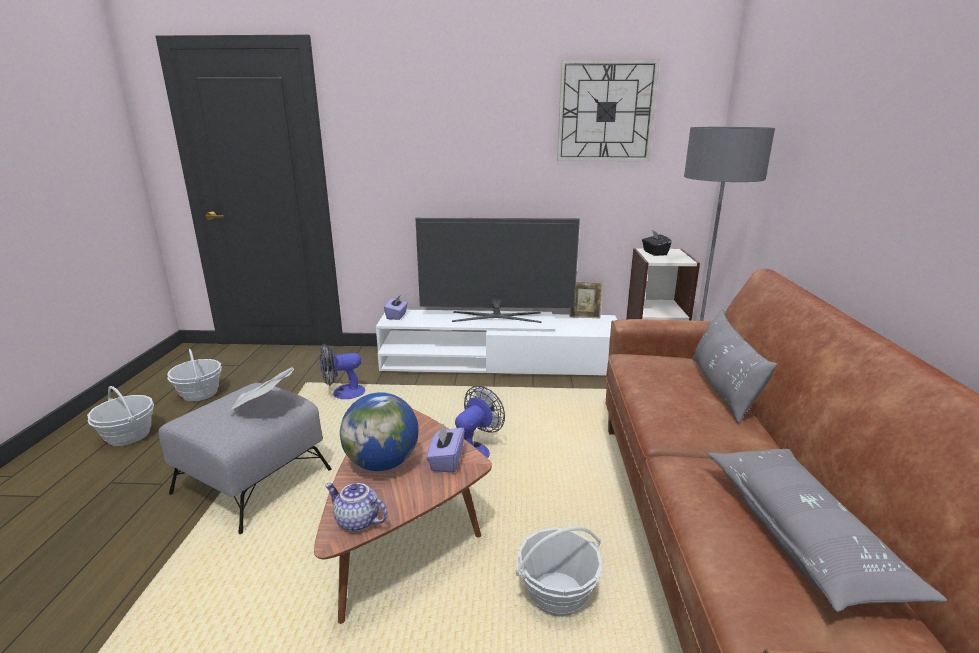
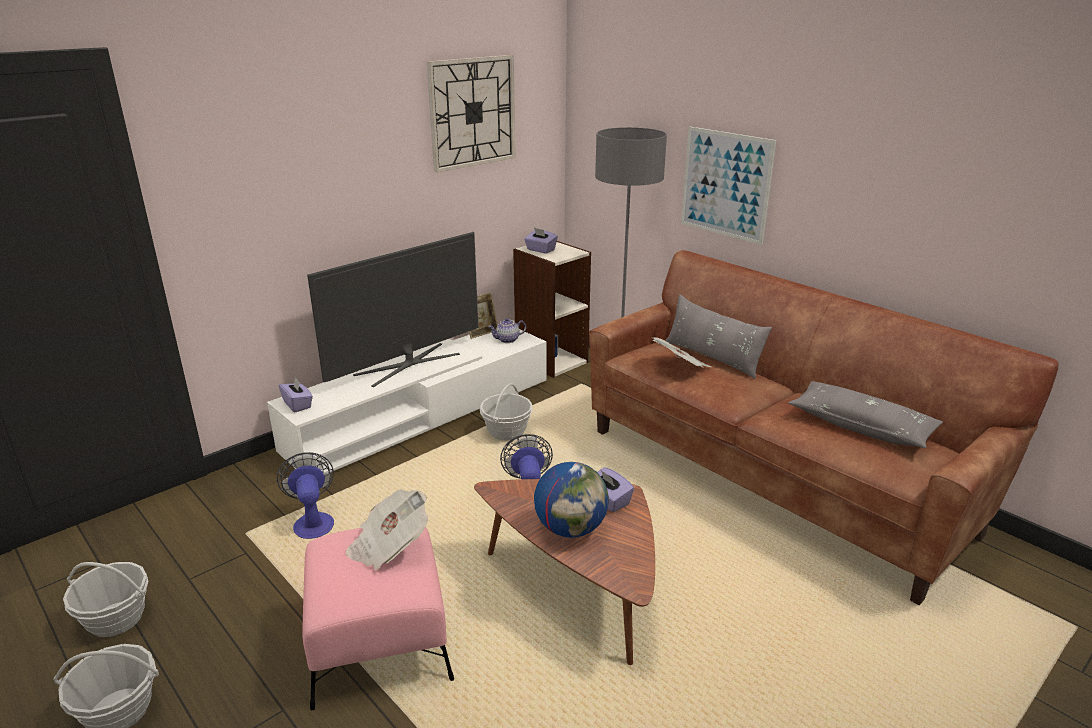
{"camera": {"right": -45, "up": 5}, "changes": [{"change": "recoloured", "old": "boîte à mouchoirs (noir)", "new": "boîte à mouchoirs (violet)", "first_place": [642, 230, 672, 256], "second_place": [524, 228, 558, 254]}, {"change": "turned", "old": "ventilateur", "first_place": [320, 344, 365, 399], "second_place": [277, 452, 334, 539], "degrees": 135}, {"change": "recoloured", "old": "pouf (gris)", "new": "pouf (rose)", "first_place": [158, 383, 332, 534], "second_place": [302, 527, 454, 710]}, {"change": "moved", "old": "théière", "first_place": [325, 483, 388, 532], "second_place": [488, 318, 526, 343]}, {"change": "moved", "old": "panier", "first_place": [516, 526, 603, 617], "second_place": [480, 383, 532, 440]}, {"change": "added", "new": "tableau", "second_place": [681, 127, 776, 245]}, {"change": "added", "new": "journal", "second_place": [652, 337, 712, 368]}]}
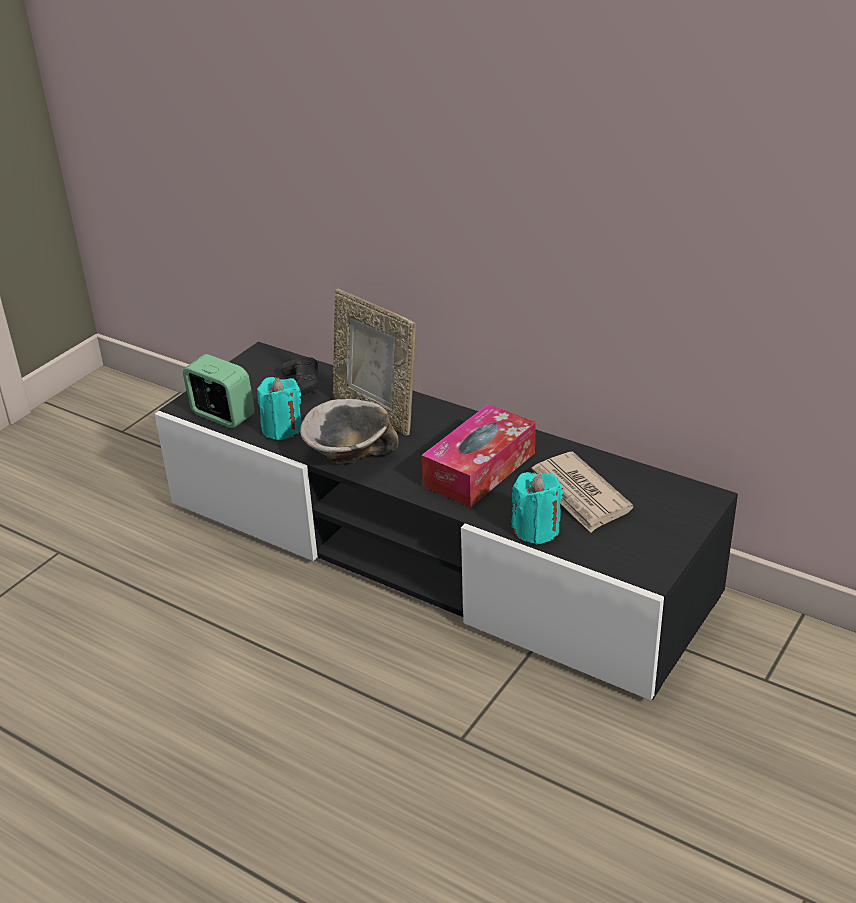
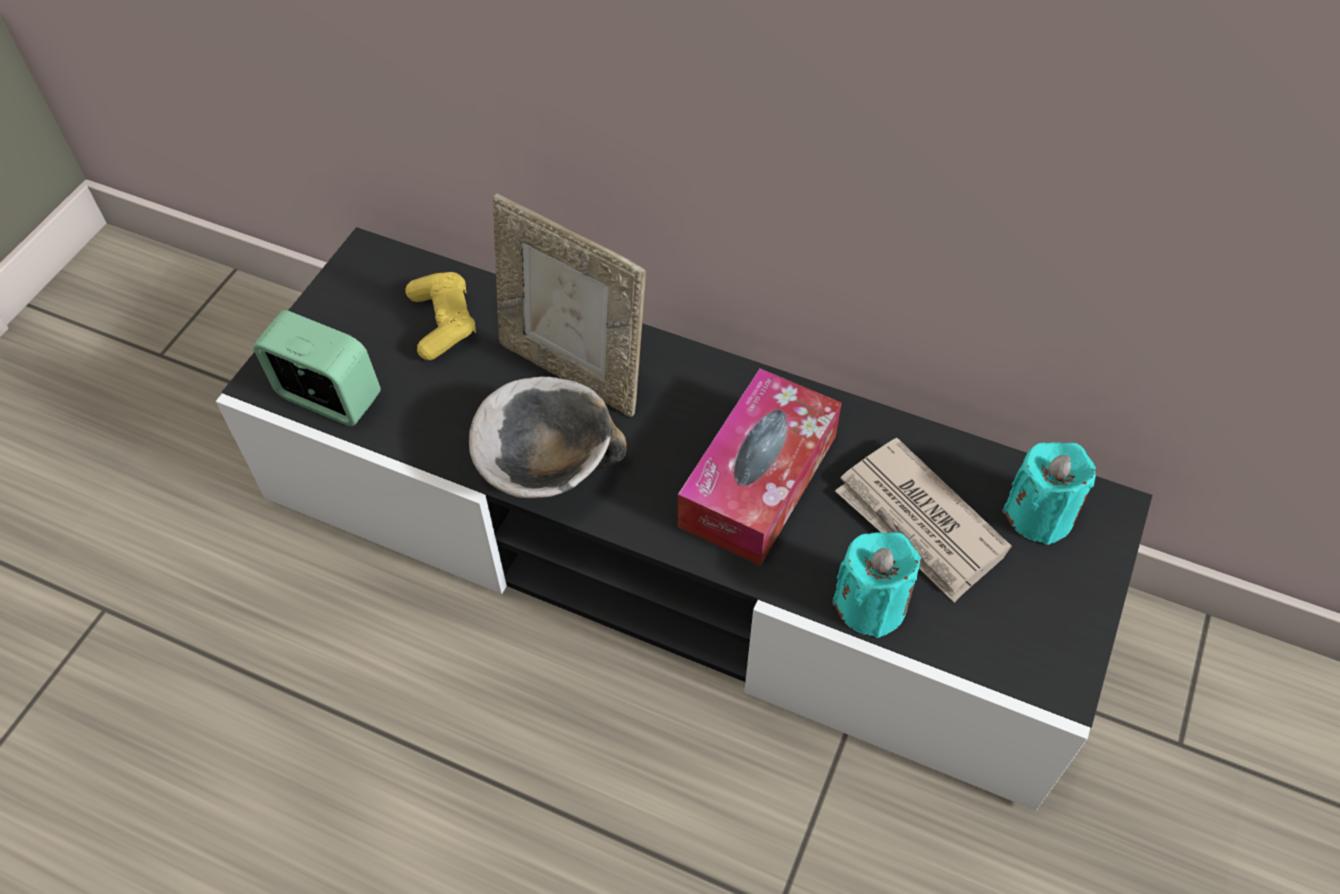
{"camera": {"right": -10, "up": 20}, "changes": [{"change": "recoloured", "old": "manette (noir)", "new": "manette (jaune)", "first_place": [281, 357, 319, 396], "second_place": [405, 272, 476, 360]}, {"change": "moved", "old": "bougie (turquoise)", "first_place": [257, 377, 302, 441], "second_place": [1002, 442, 1096, 545]}]}
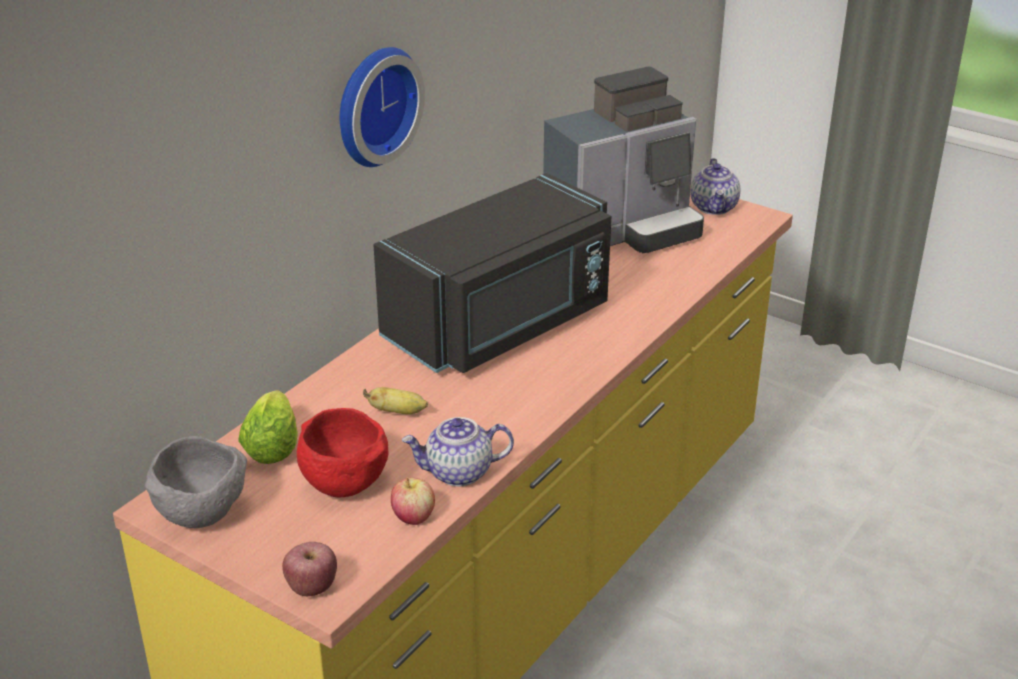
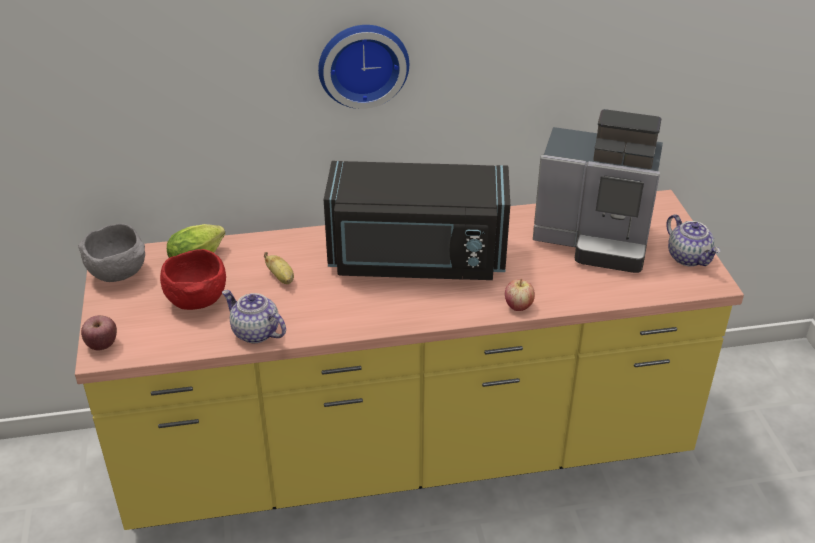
{"camera": {"right": 45, "up": 5}, "changes": [{"change": "turned", "old": "théière", "first_place": [690, 158, 740, 215], "second_place": [666, 214, 720, 267], "degrees": -75}, {"change": "moved", "old": "pomme", "first_place": [391, 477, 435, 525], "second_place": [505, 279, 535, 311]}]}
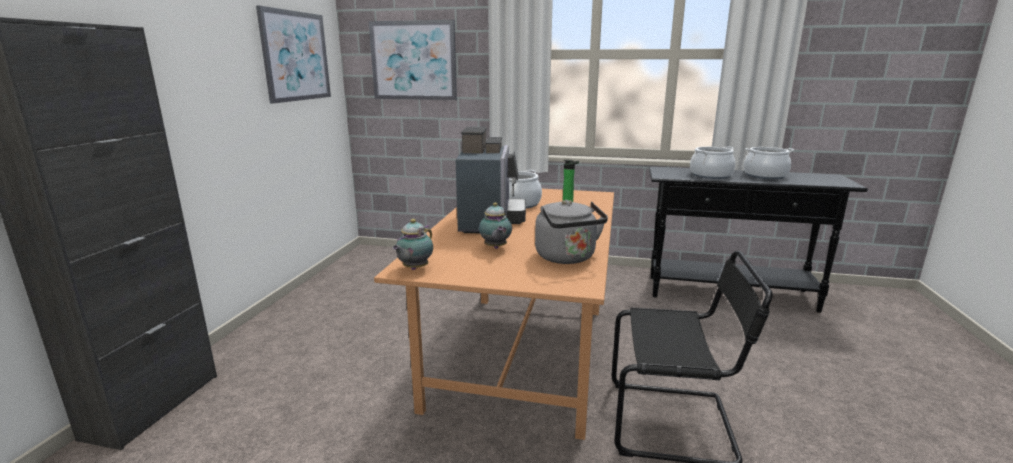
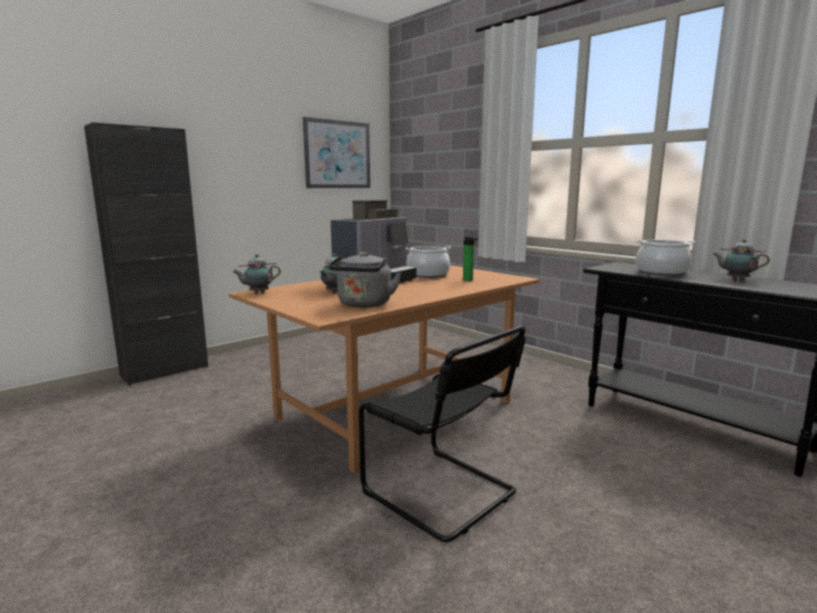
{"camera": {"right": 35, "up": -5}, "changes": [{"change": "removed", "old": "tableau", "first_place": [369, 20, 457, 100]}, {"change": "replaced", "old": "marmite", "new": "théière", "first_place": [743, 147, 794, 179], "second_place": [713, 239, 770, 280]}]}
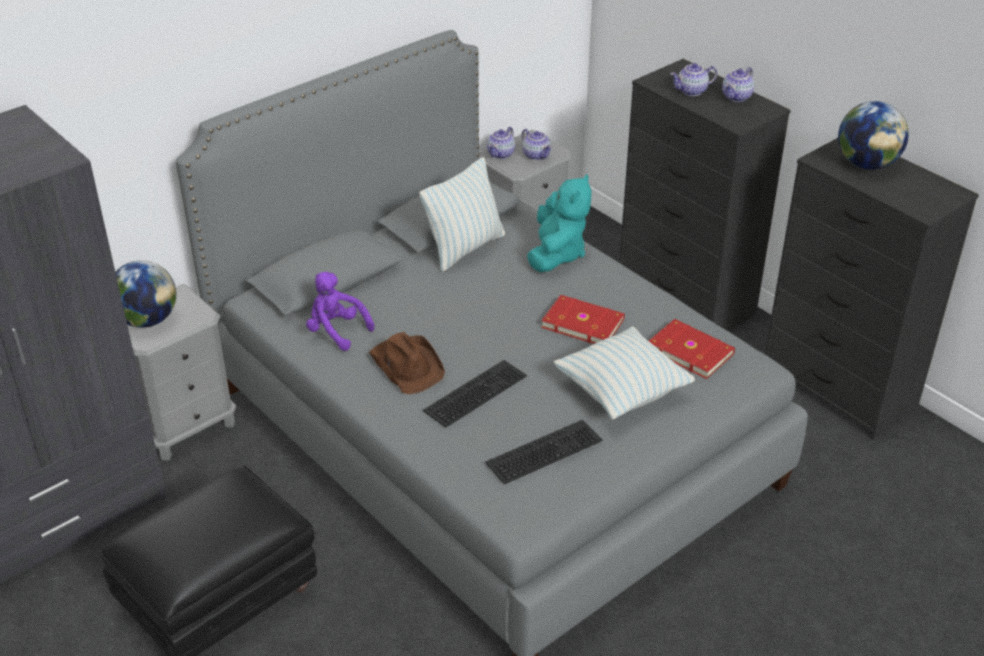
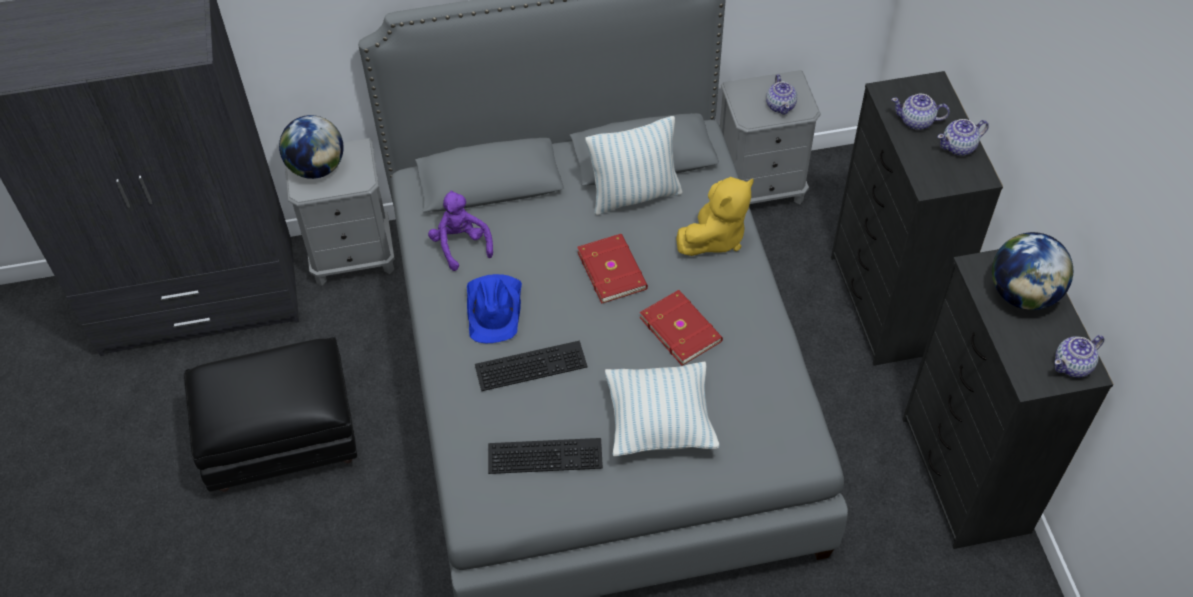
{"camera": {"right": 30, "up": 15}, "changes": [{"change": "moved", "old": "théière", "first_place": [487, 127, 515, 159], "second_place": [1054, 335, 1104, 378]}, {"change": "recoloured", "old": "peluche (turquoise)", "new": "peluche (jaune)", "first_place": [527, 174, 592, 272], "second_place": [676, 177, 754, 256]}, {"change": "moved", "old": "livre (rouge)", "first_place": [649, 319, 735, 379], "second_place": [577, 234, 648, 304]}, {"change": "recoloured", "old": "chapeau (marron)", "new": "chapeau (bleu)", "first_place": [369, 332, 445, 394], "second_place": [467, 274, 522, 343]}]}
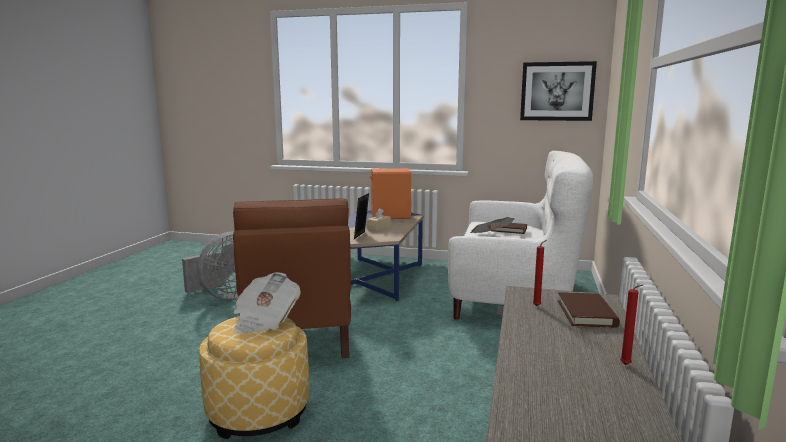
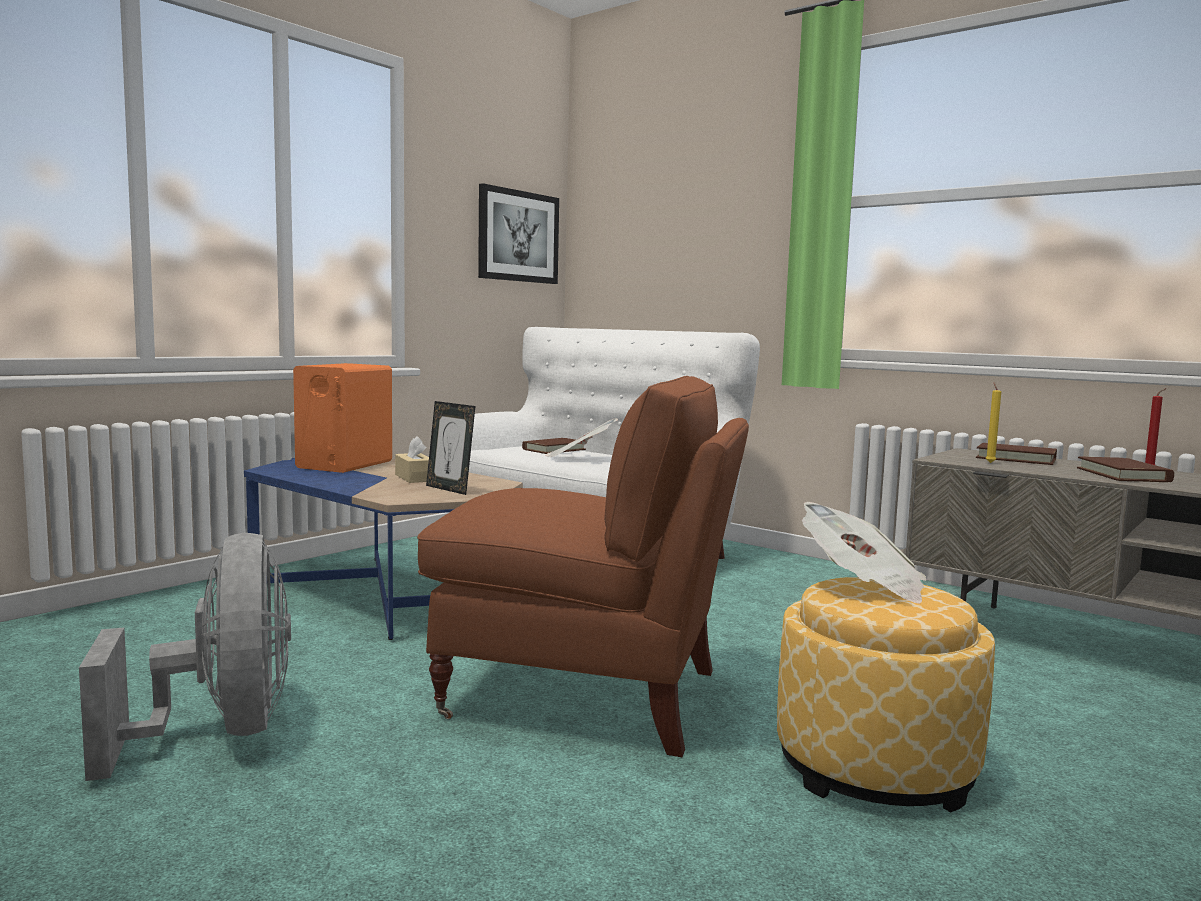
{"camera": {"right": -65, "up": -5}, "changes": [{"change": "recoloured", "old": "bougie (rouge)", "new": "bougie (jaune)", "first_place": [533, 240, 546, 306], "second_place": [986, 382, 1001, 463]}, {"change": "added", "new": "livre (marron)", "second_place": [1077, 456, 1174, 482]}]}
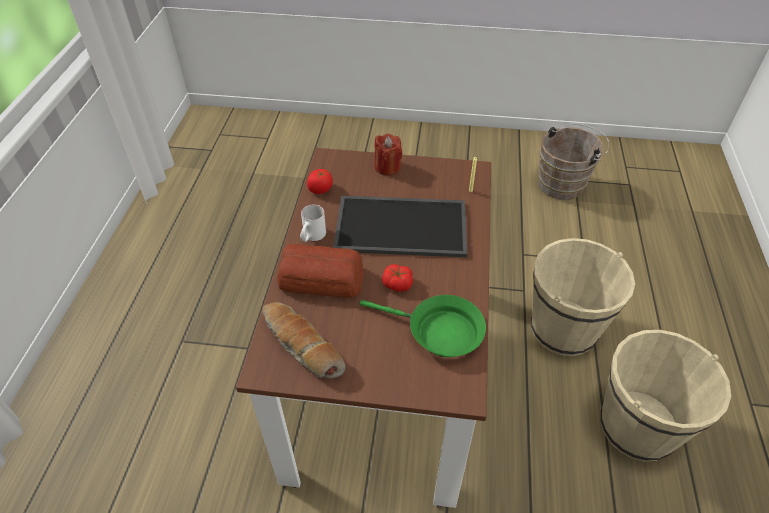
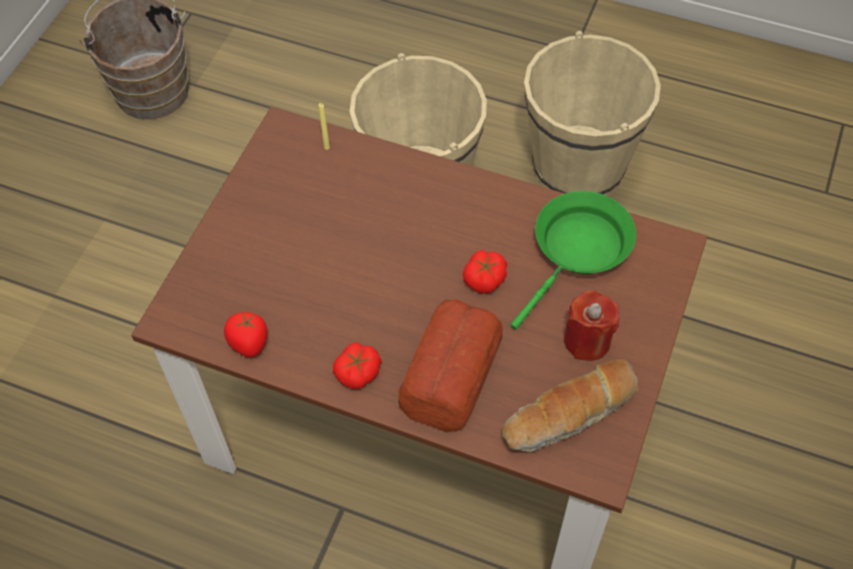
{"camera": {"right": -75, "up": 10}, "changes": [{"change": "moved", "old": "bougie (rouge)", "first_place": [374, 133, 402, 175], "second_place": [564, 291, 620, 361]}, {"change": "removed", "old": "plateau", "first_place": [333, 196, 467, 257]}, {"change": "replaced", "old": "mug (blanc)", "new": "tomate", "first_place": [300, 205, 326, 242], "second_place": [333, 342, 382, 389]}]}
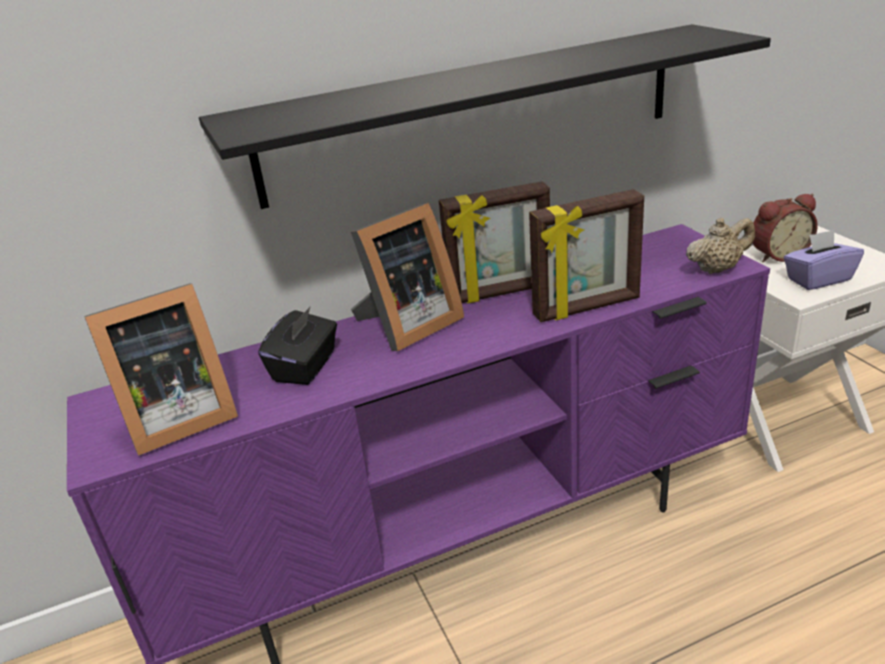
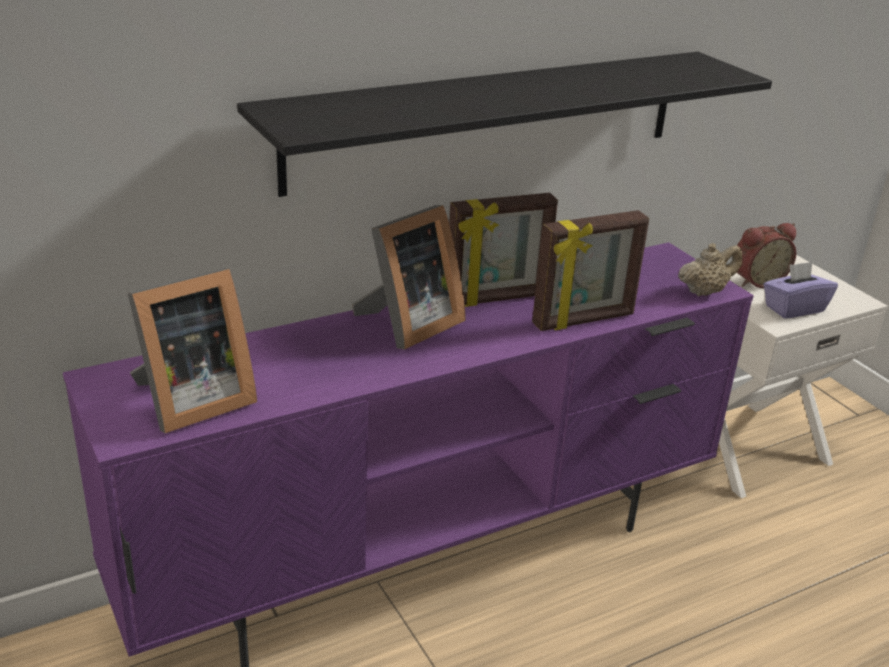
{"camera": {"right": -10, "up": 0}, "changes": [{"change": "removed", "old": "boîte à mouchoirs (noir)", "first_place": [258, 306, 337, 385]}]}
